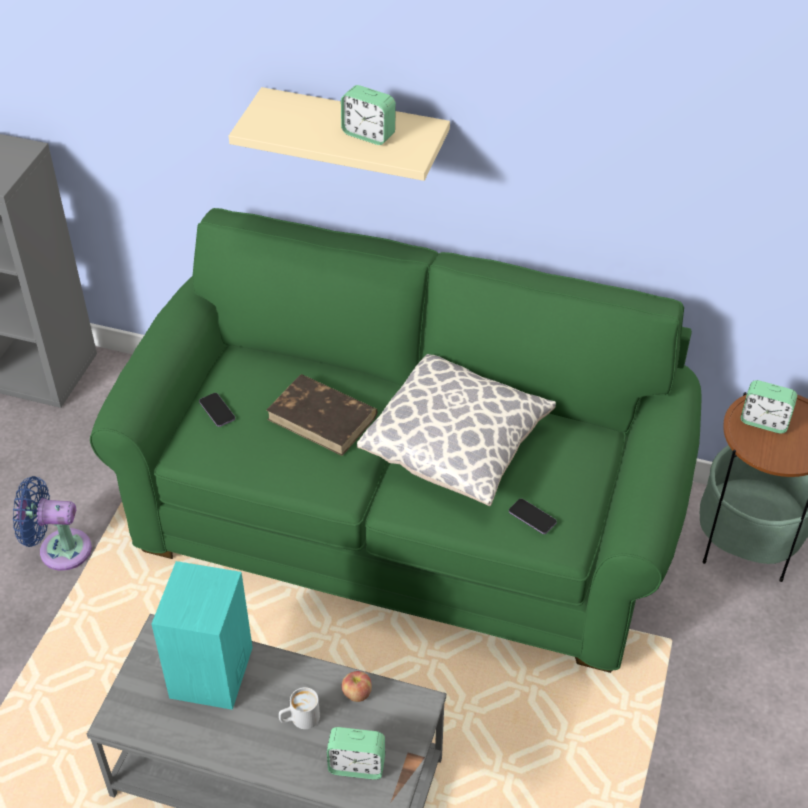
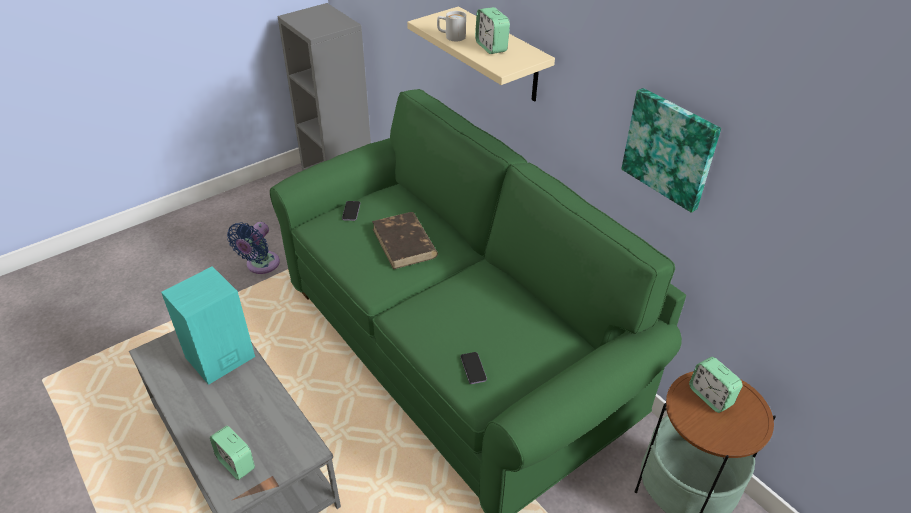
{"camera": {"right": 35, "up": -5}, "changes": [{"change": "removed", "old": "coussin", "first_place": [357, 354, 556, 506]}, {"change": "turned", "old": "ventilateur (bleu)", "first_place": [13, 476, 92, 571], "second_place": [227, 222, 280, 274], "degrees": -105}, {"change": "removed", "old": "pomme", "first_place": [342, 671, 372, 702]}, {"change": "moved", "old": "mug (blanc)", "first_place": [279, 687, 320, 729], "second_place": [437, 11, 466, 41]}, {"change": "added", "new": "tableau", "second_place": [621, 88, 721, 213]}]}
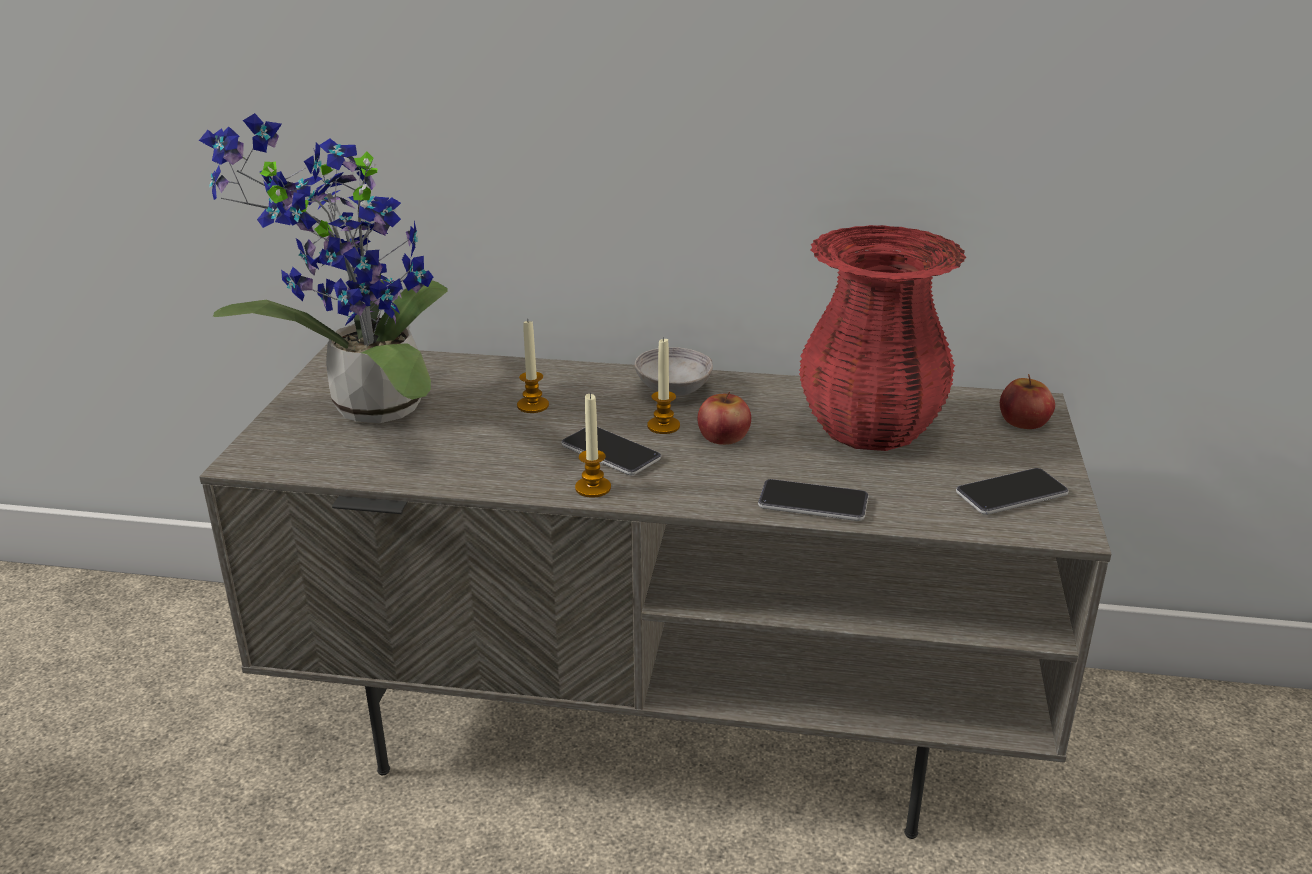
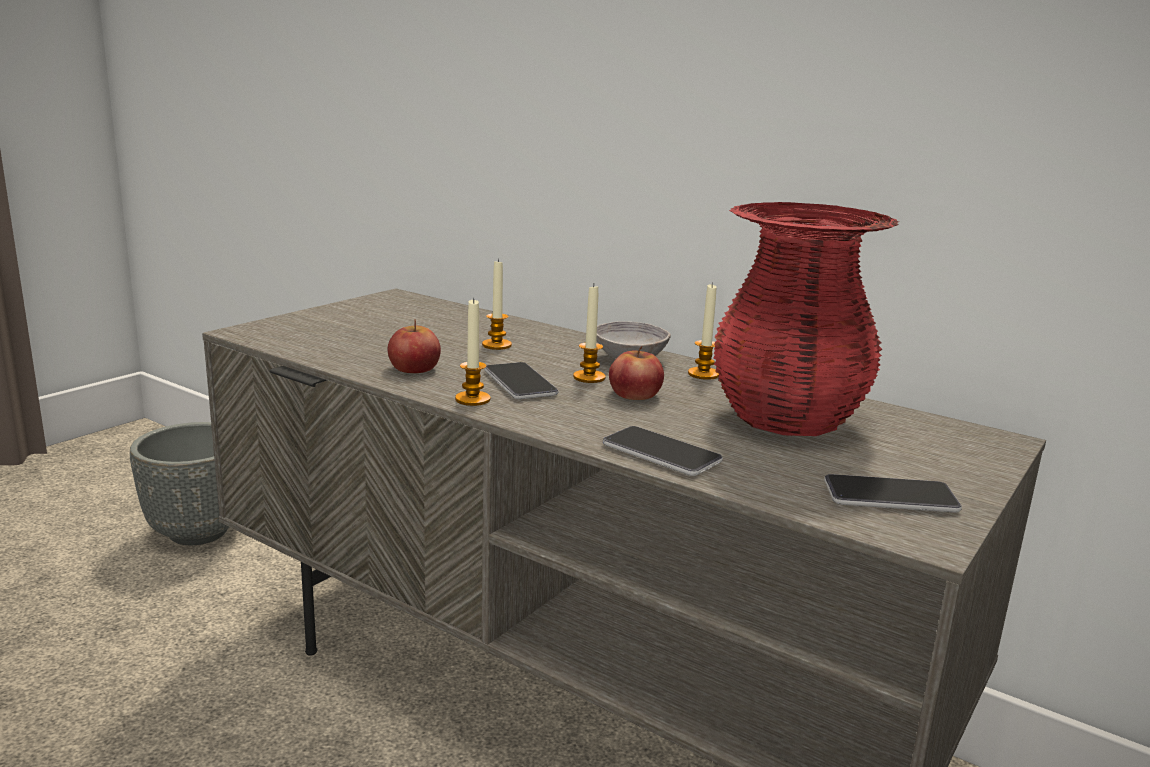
{"camera": {"right": 25, "up": -10}, "changes": [{"change": "removed", "old": "plante en pot", "first_place": [199, 113, 448, 423]}, {"change": "moved", "old": "pomme", "first_place": [1000, 374, 1055, 429], "second_place": [388, 319, 441, 373]}, {"change": "added", "new": "bougie", "second_place": [688, 283, 719, 380]}, {"change": "added", "new": "cache-pot (gris)", "second_place": [130, 422, 229, 545]}]}
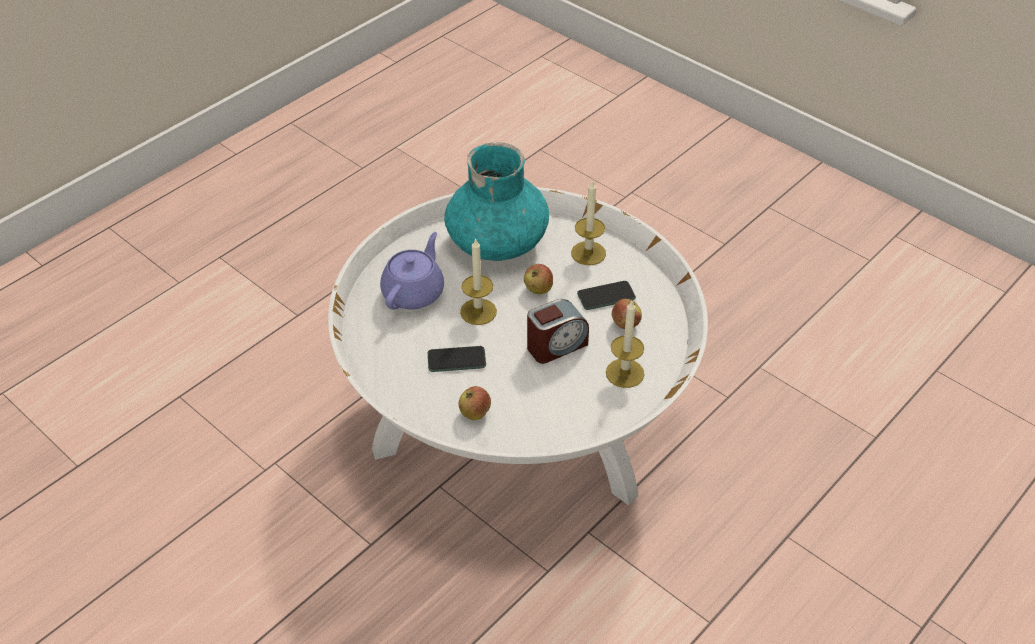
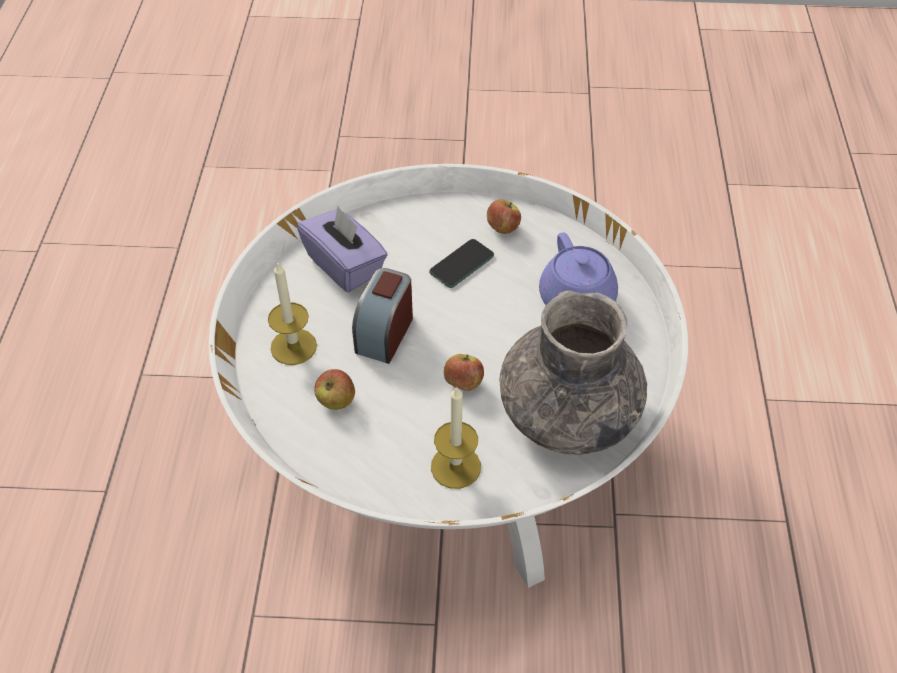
{"camera": {"right": 140, "up": 5}, "changes": [{"change": "recoloured", "old": "vase (turquoise)", "new": "vase (gris)", "first_place": [444, 142, 549, 261], "second_place": [499, 291, 647, 455]}, {"change": "removed", "old": "bougie", "first_place": [460, 238, 497, 325]}, {"change": "removed", "old": "téléphone", "first_place": [577, 281, 636, 310]}, {"change": "moved", "old": "pomme", "first_place": [459, 386, 491, 420], "second_place": [487, 200, 521, 234]}, {"change": "added", "new": "boîte à mouchoirs (violet)", "second_place": [297, 206, 388, 292]}]}
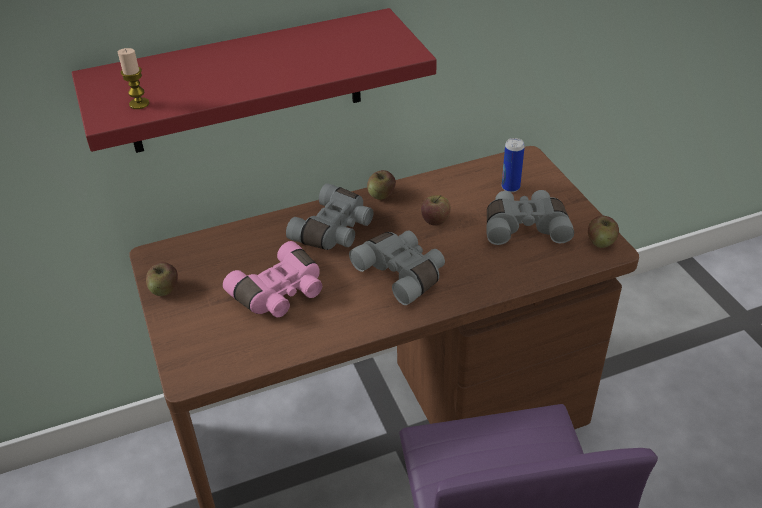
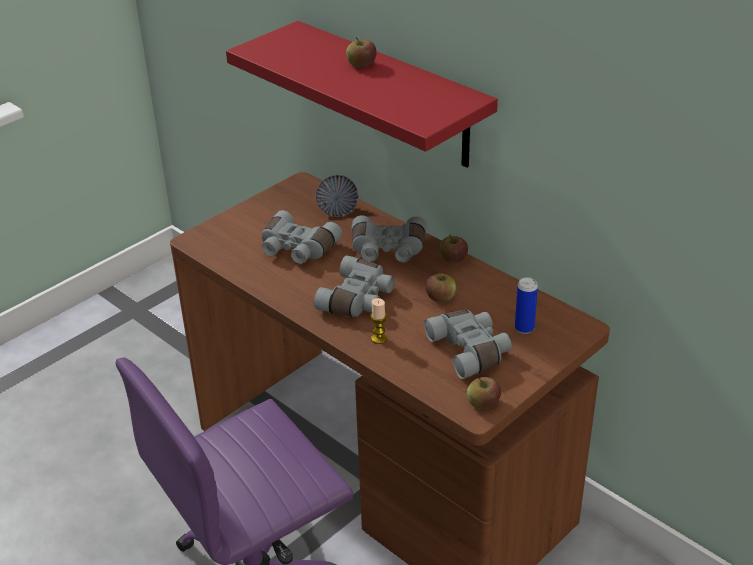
{"camera": {"right": 65, "up": -5}, "changes": [{"change": "moved", "old": "bougie", "first_place": [118, 48, 149, 109], "second_place": [370, 298, 387, 344]}, {"change": "recoloured", "old": "jumelles (rose)", "new": "jumelles (gris)", "first_place": [223, 241, 322, 317], "second_place": [261, 210, 342, 264]}, {"change": "moved", "old": "pomme", "first_place": [146, 262, 178, 296], "second_place": [346, 37, 377, 67]}, {"change": "added", "new": "bol", "second_place": [316, 175, 358, 217]}]}
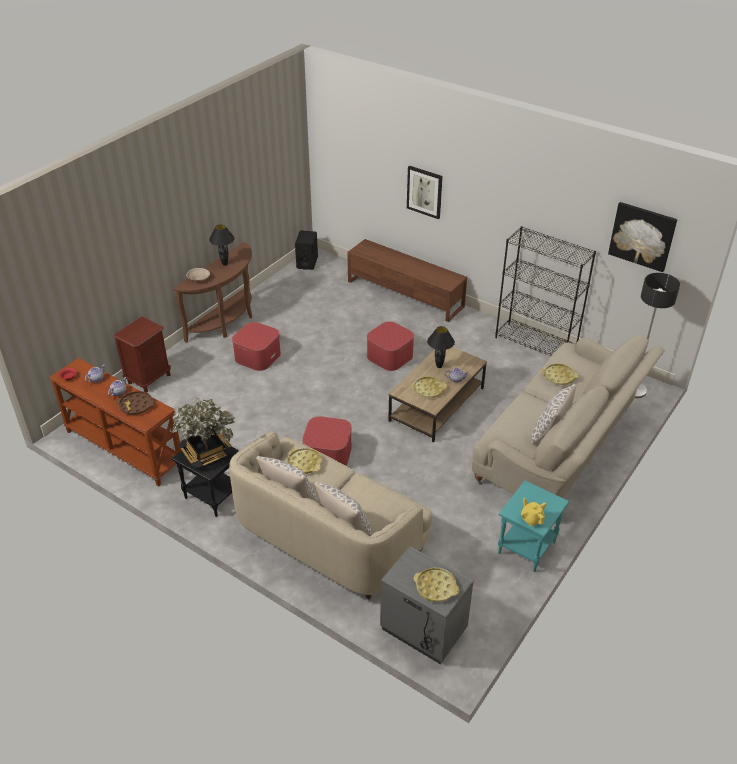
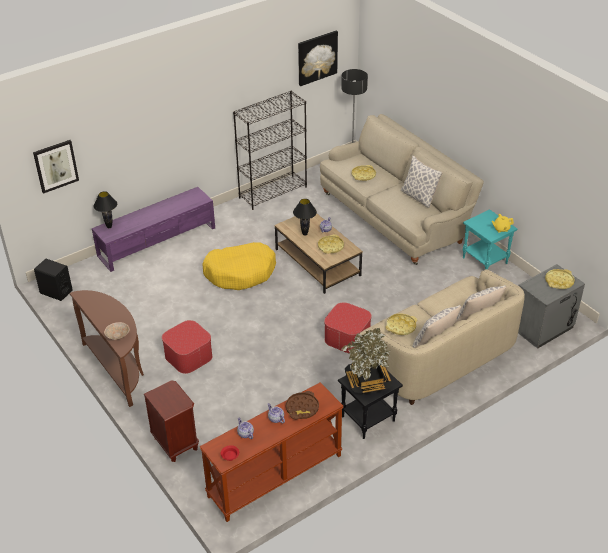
{"camera": {"right": -70, "up": 0}, "changes": [{"change": "moved", "old": "tableau", "first_place": [407, 165, 443, 219], "second_place": [33, 140, 79, 194]}, {"change": "moved", "old": "lampe de table (noir)", "first_place": [209, 224, 235, 266], "second_place": [94, 191, 117, 228]}, {"change": "recoloured", "old": "meuble télé (marron)", "new": "meuble télé (violet)", "first_place": [347, 239, 467, 322], "second_place": [92, 187, 215, 272]}, {"change": "replaced", "old": "pouf", "new": "panier pour chien (jaune)", "first_place": [367, 321, 414, 371], "second_place": [202, 242, 276, 290]}]}
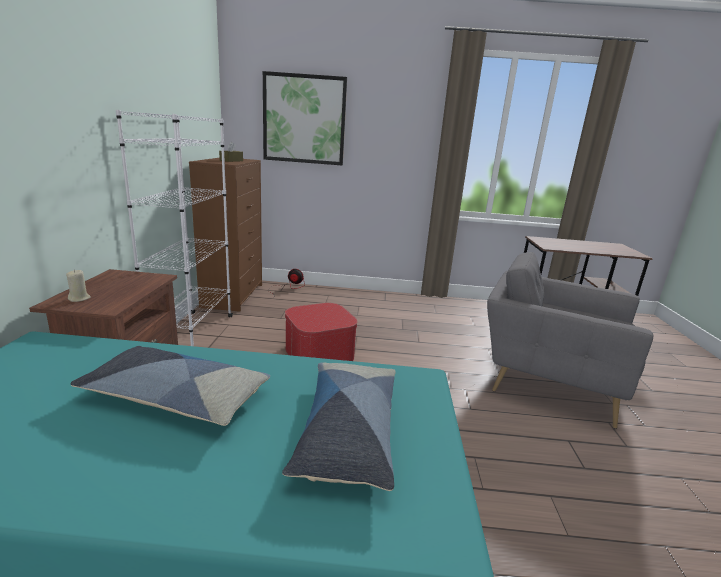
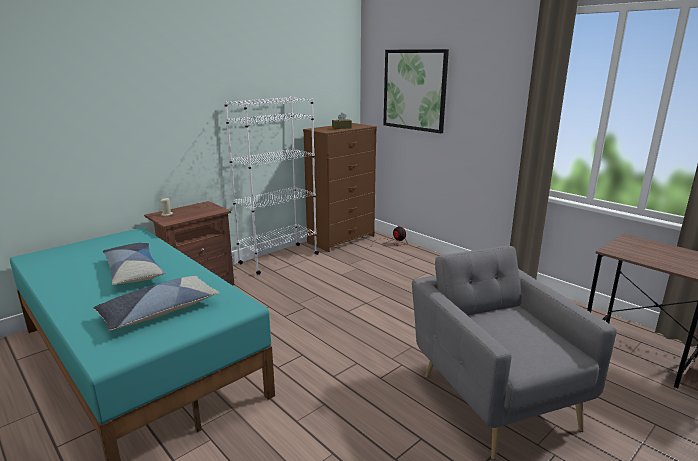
{"camera": {"right": 45, "up": 0}, "changes": [{"change": "removed", "old": "pouf", "first_place": [285, 303, 358, 361]}]}
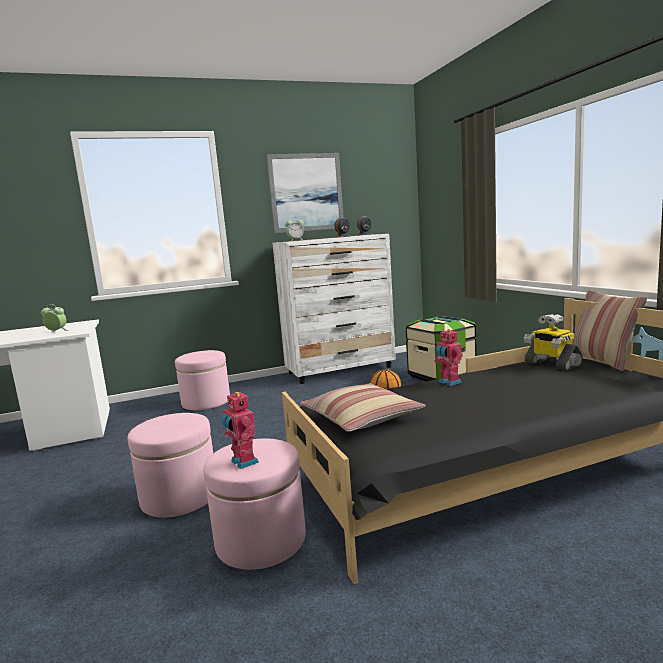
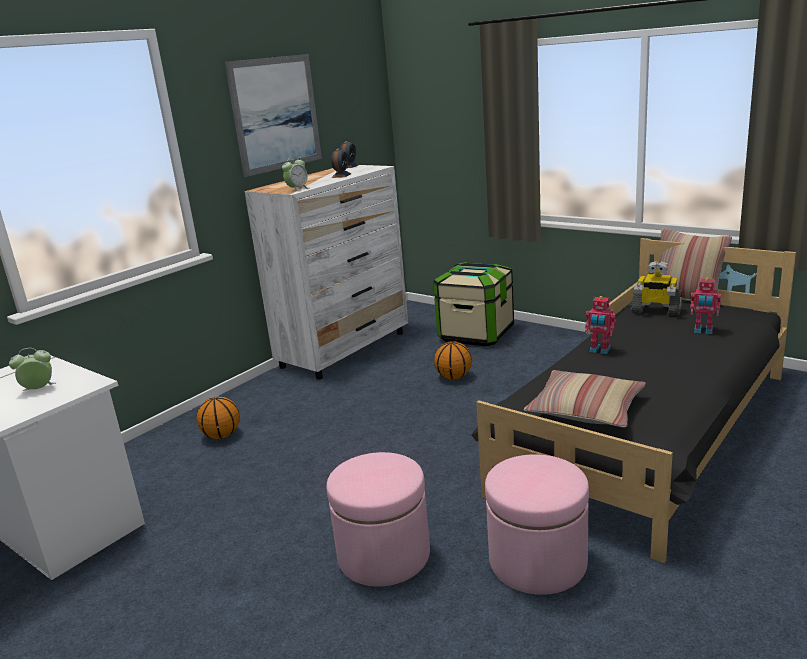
{"camera": {"right": -30, "up": 10}, "changes": [{"change": "replaced", "old": "pouf (rose)", "new": "ballon de basket", "first_place": [175, 350, 230, 410], "second_place": [196, 396, 240, 439]}, {"change": "moved", "old": "robot jouet", "first_place": [221, 391, 259, 469], "second_place": [690, 277, 721, 334]}]}
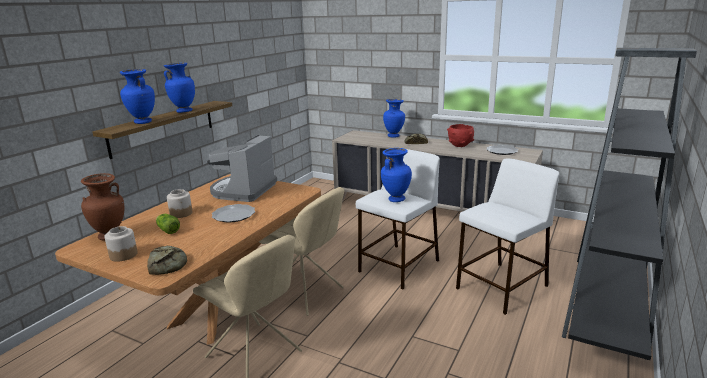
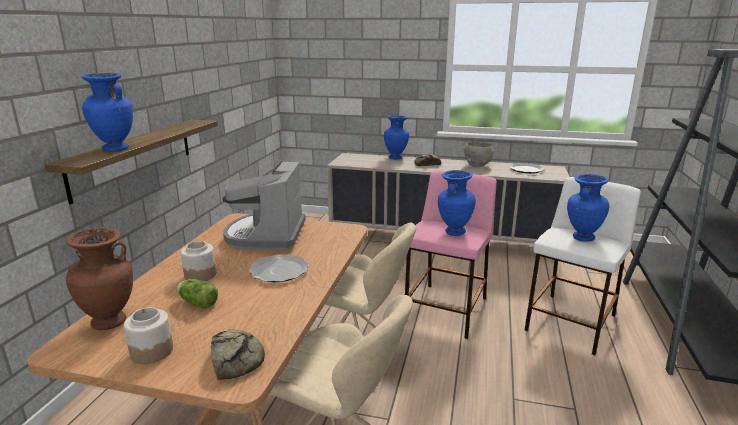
{"camera": {"right": -15, "up": 0}, "changes": [{"change": "moved", "old": "vase (bleu)", "first_place": [164, 63, 195, 113], "second_place": [567, 174, 610, 242]}, {"change": "recoloured", "old": "bol (rouge)", "new": "bol (gris)", "first_place": [447, 124, 474, 147], "second_place": [463, 141, 494, 167]}, {"change": "recoloured", "old": "tabouret (blanc)", "new": "tabouret (rose)", "first_place": [356, 149, 440, 289], "second_place": [405, 171, 497, 339]}]}
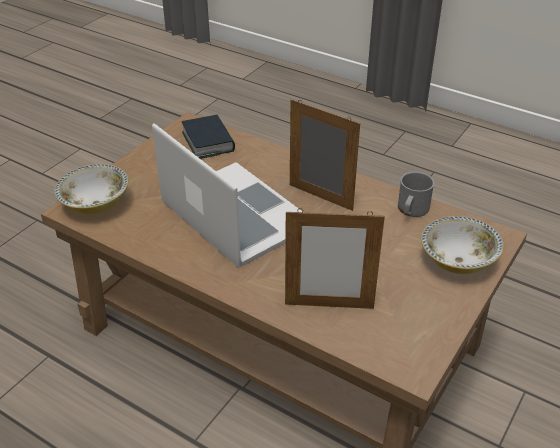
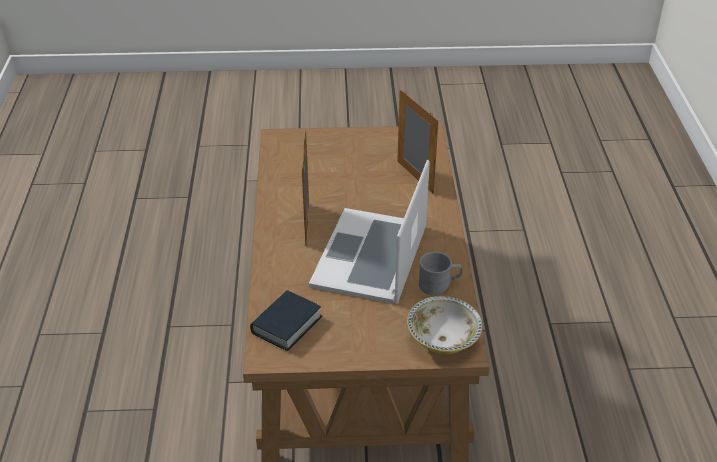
{"camera": {"right": -125, "up": 0}, "changes": [{"change": "moved", "old": "mug (gris)", "first_place": [398, 171, 435, 217], "second_place": [419, 251, 462, 296]}, {"change": "removed", "old": "bol", "first_place": [421, 216, 503, 274]}]}
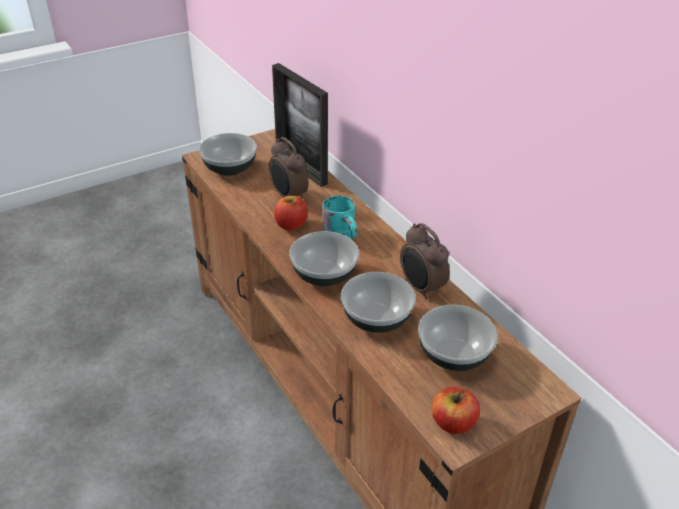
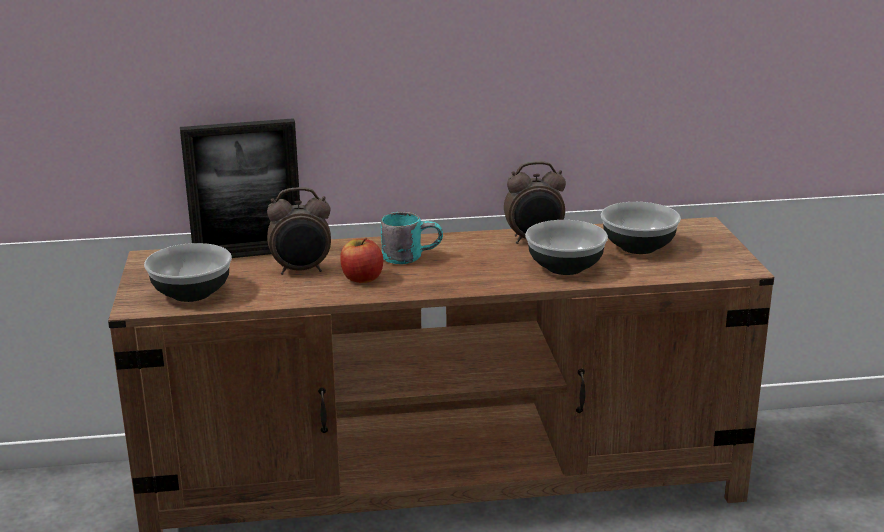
{"camera": {"right": -65, "up": -15}, "changes": [{"change": "removed", "old": "bol", "first_place": [289, 231, 359, 286]}, {"change": "removed", "old": "pomme", "first_place": [432, 387, 480, 434]}]}
